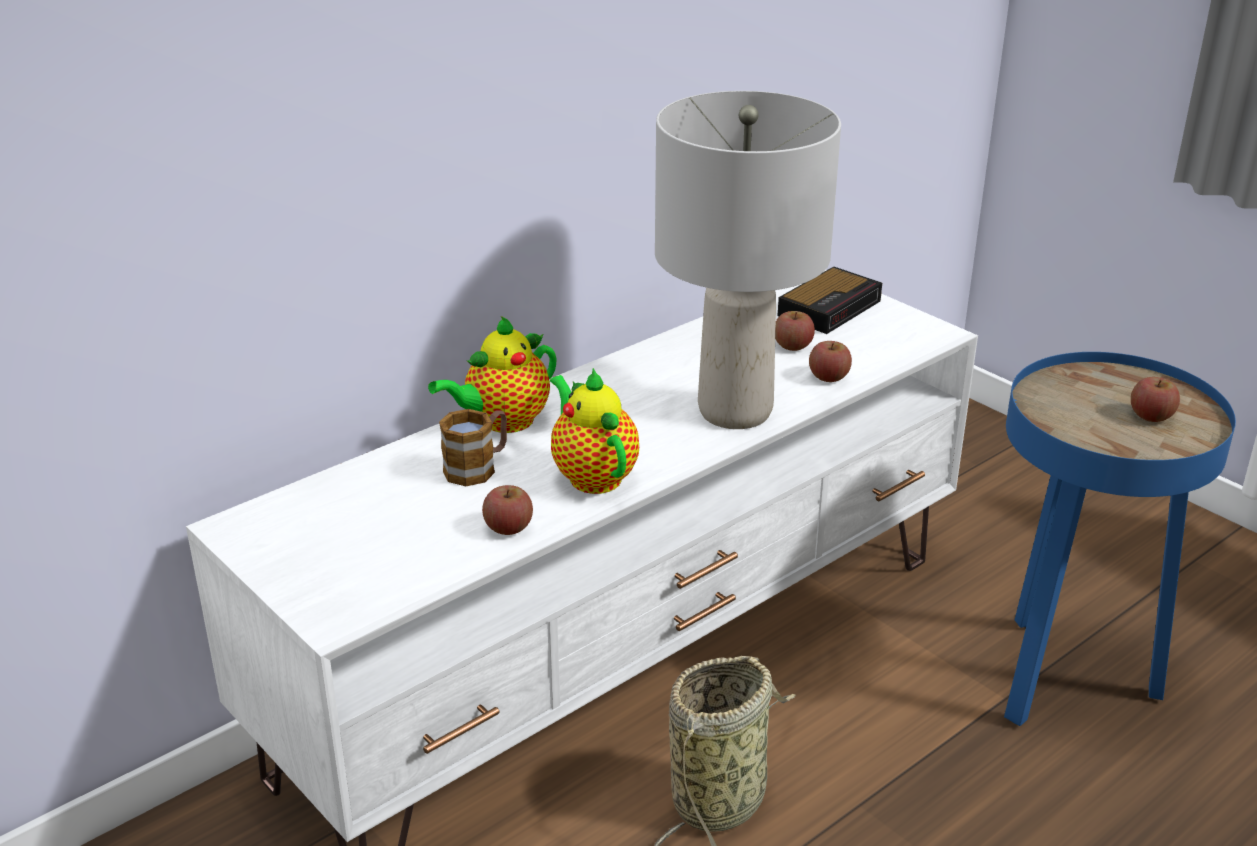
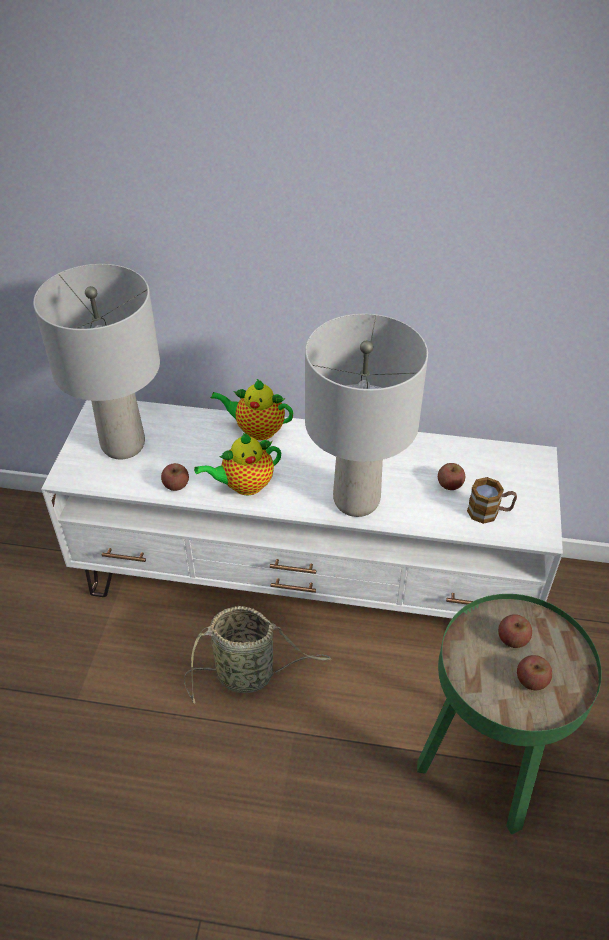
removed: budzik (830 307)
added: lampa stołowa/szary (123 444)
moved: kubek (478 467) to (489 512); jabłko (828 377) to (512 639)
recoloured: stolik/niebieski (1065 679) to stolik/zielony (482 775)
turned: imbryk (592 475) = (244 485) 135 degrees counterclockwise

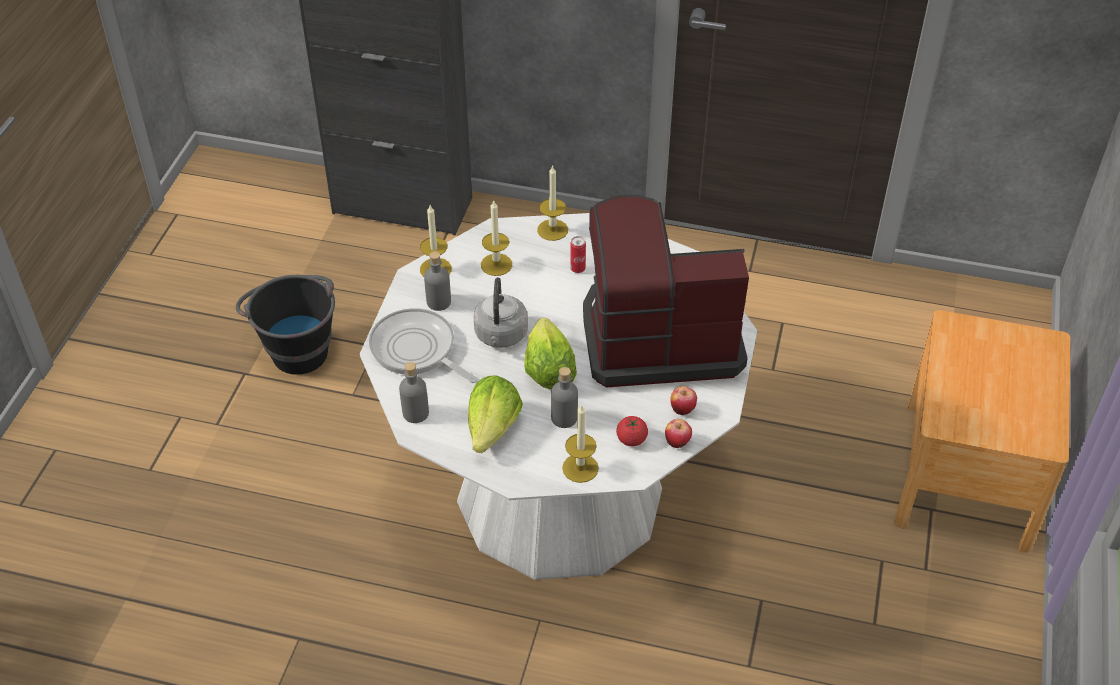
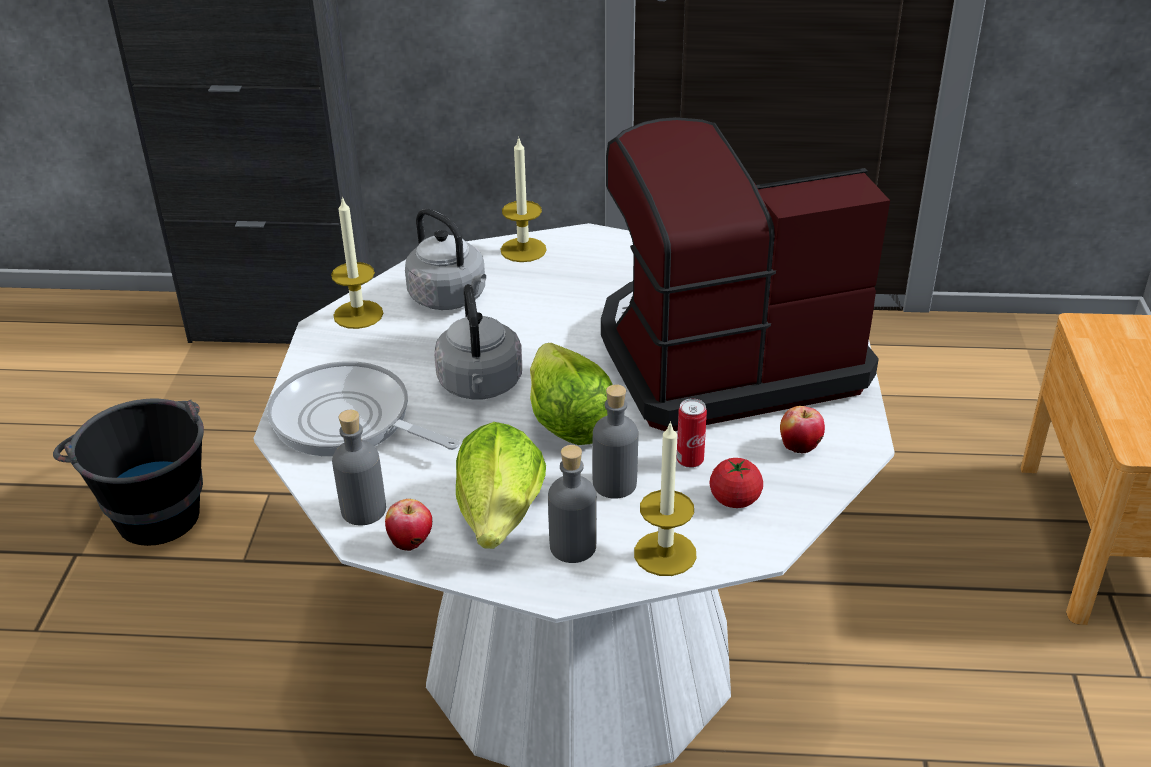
moved: butelka/szary (438 302) to (573 547); puszka (577 269) to (690 461); jabłko (677 442) to (411 543)
replaced: świeca (496 264) to czajnik/szary (450 299)

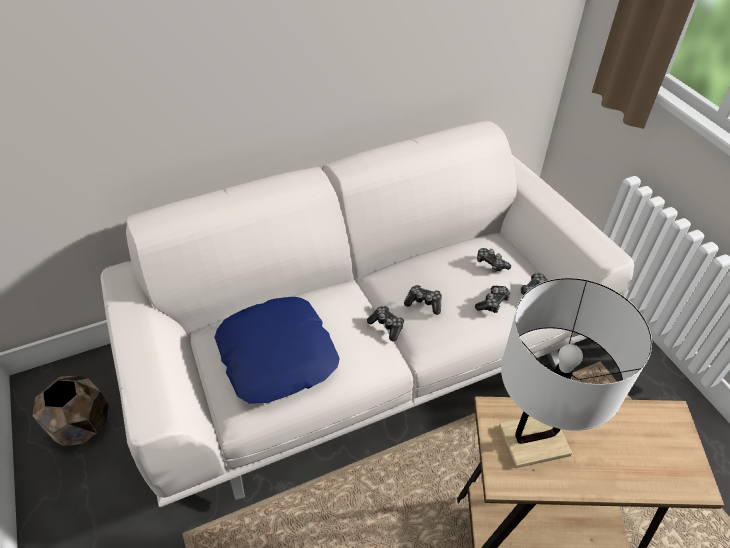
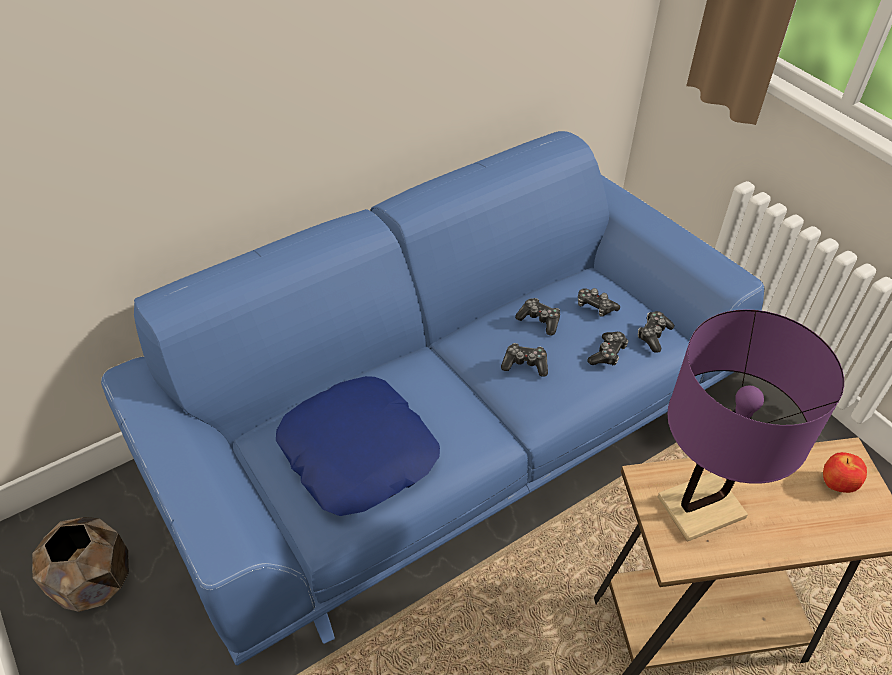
added: jabłko (836 485)
moved: pad do gier (387 326) to (539 320)
recoloured: kanapa/biały (366 350) to kanapa/niebieski (447 434); lampa stołowa/biały (533 441) to lampa stołowa/fioletowy (701 507)

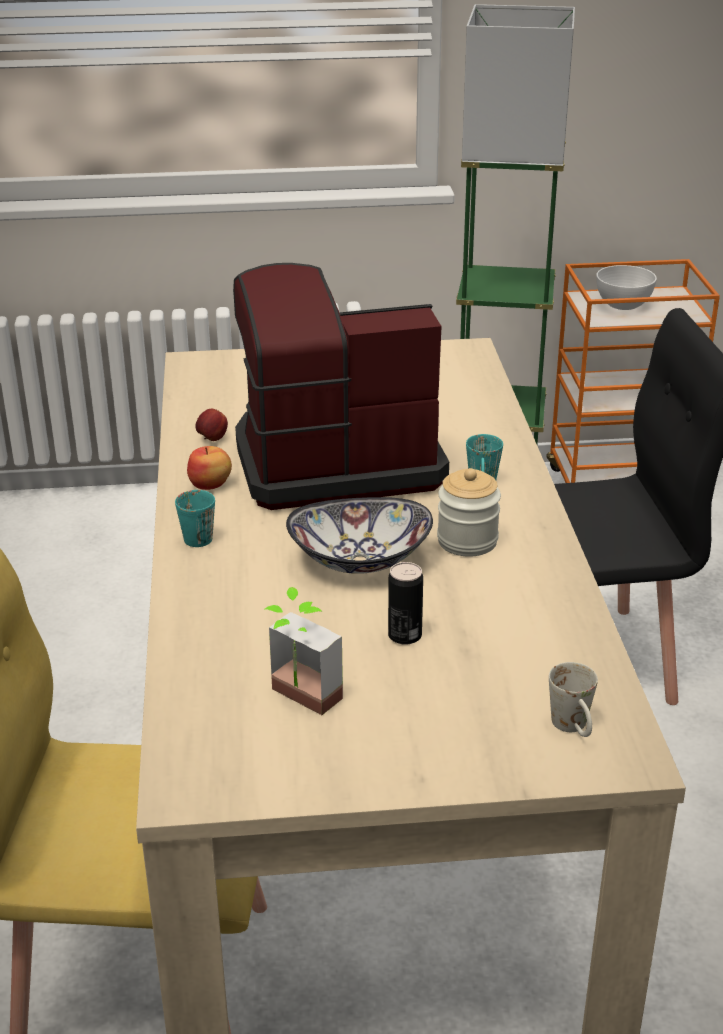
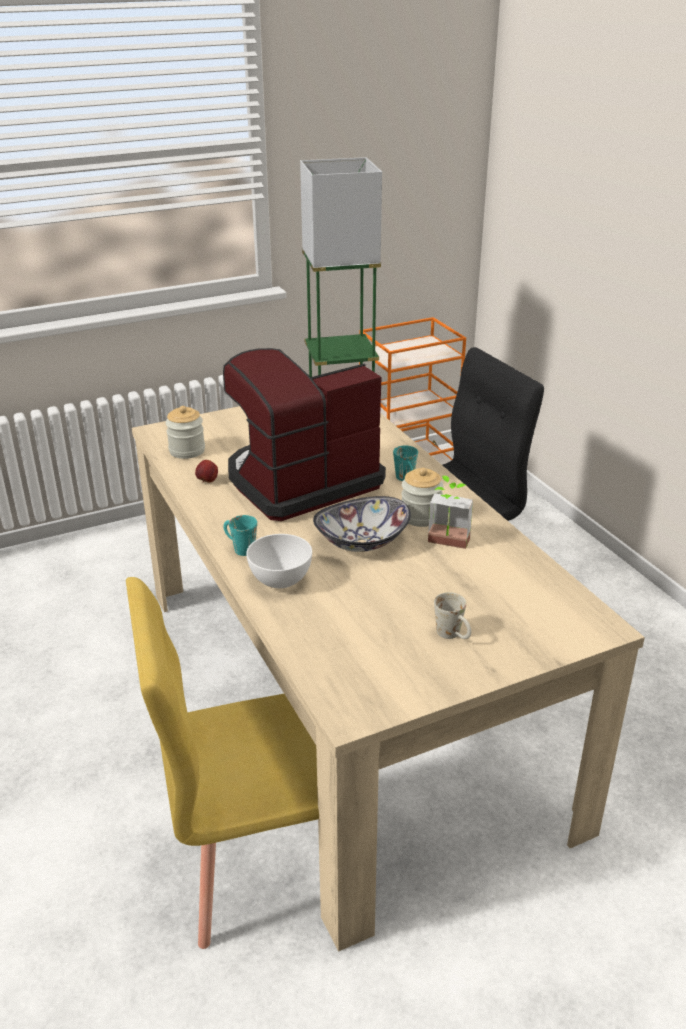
removed: jabłko (210 485); puszka (405 635)
added: słoik (187 450)
moved: roślina doniczkowa (298 701) to (447 544); kubek/biały (574 729) to (453 635); miska/biały (623 306) to (280 580)

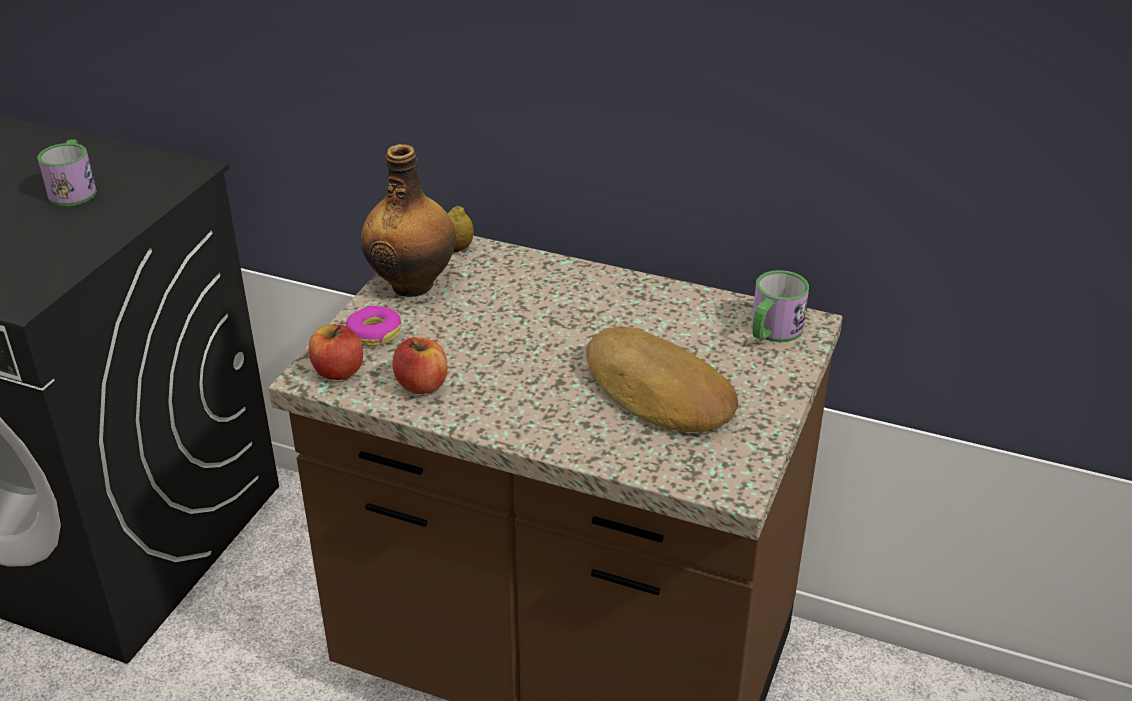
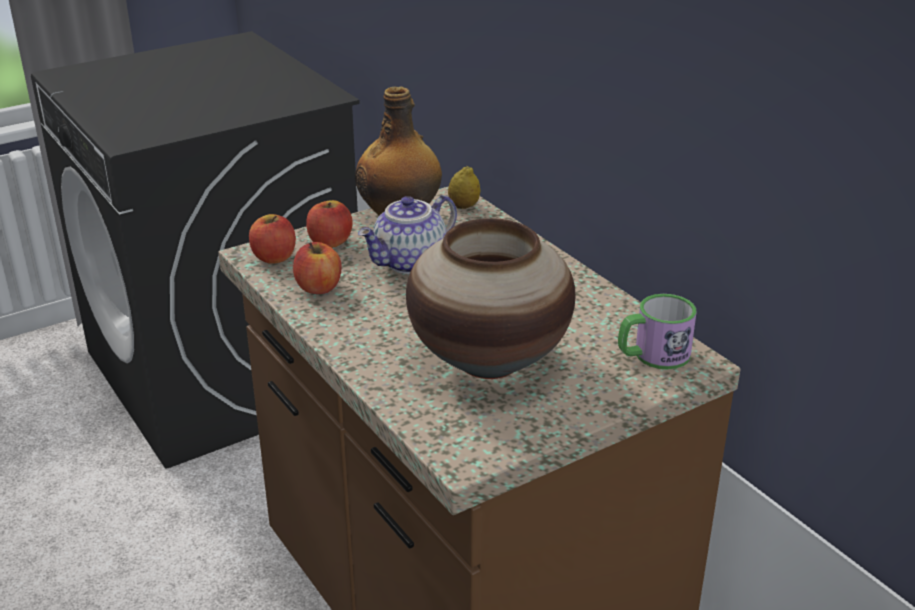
removed: kubek (74 189)
added: imbryk (410 263)
replaced: donut (374 333) to jabłko (330 242); chleb (656 393) to wazon (488 362)

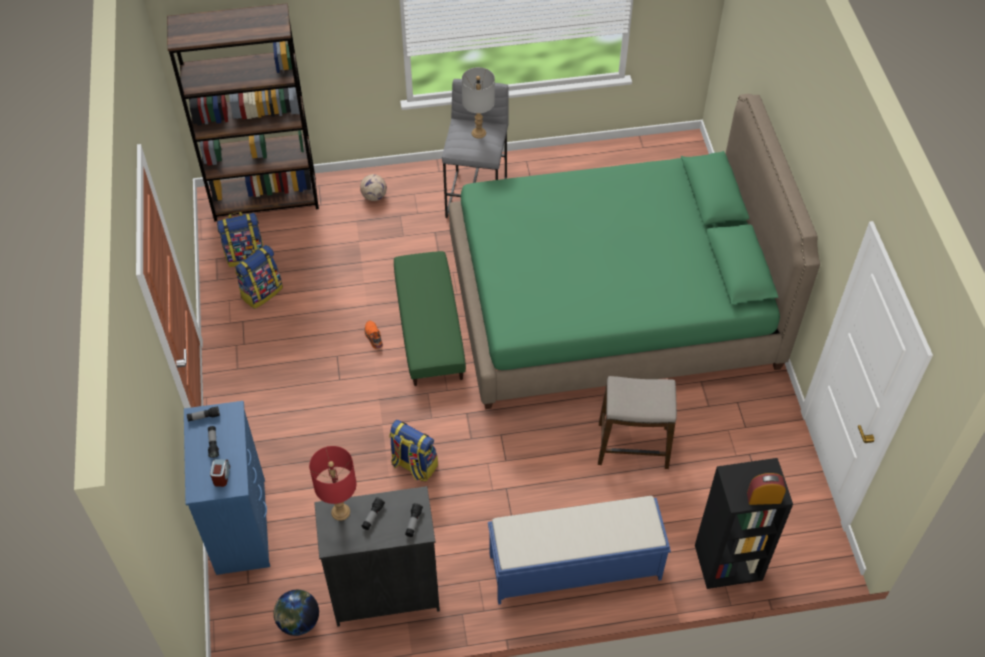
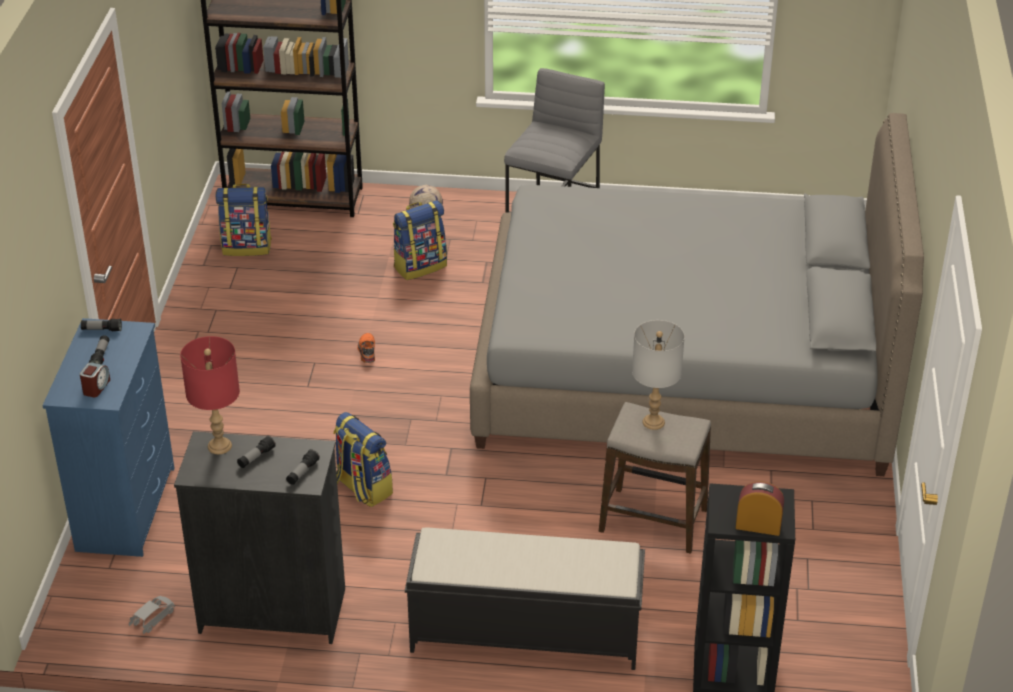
removed: pufa/zielony (430 327)
moved: plecak (261 292) to (420 266); lampa stołowa/szary (478 133) to (653 422)
replaced: globus (299 621) to samochodzik/szary (153 619)
recoloured: łóżko/zielony (611 303) to łóżko/szary (683 369); ławka/niebieski (573 567) to ławka/czarny (523 632)

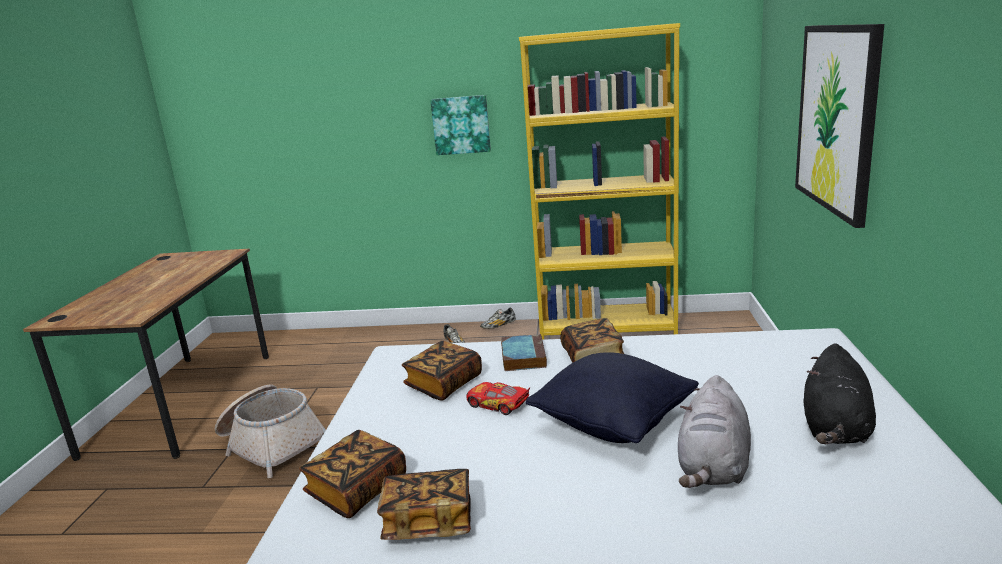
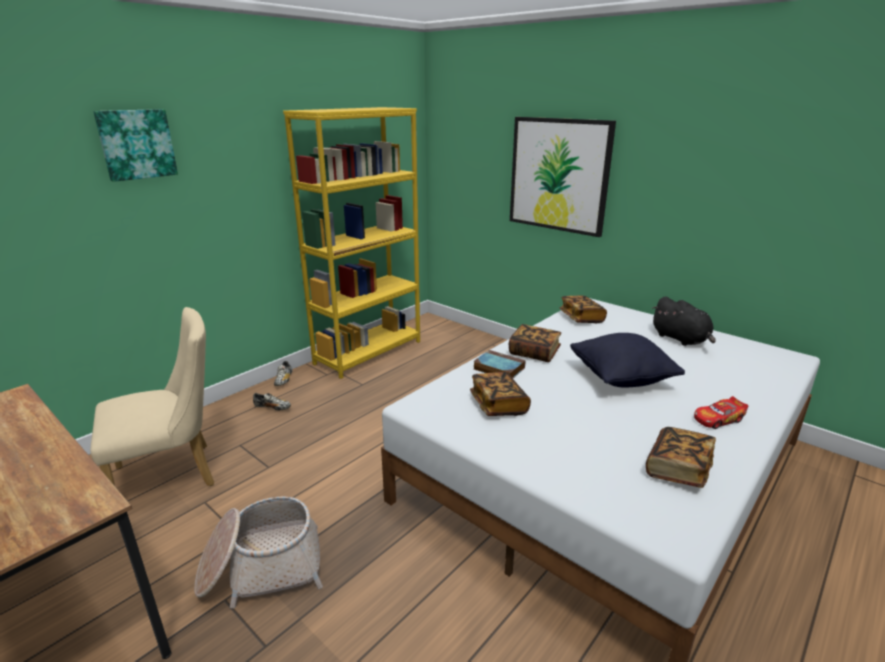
removed: pluszak/szary (713 467)
added: krzesło/beżowy (174 475)
moved: książka (357 490) to (581 318); obraz (461 125) to (136 144); samochodzik (497 404) to (718 419)

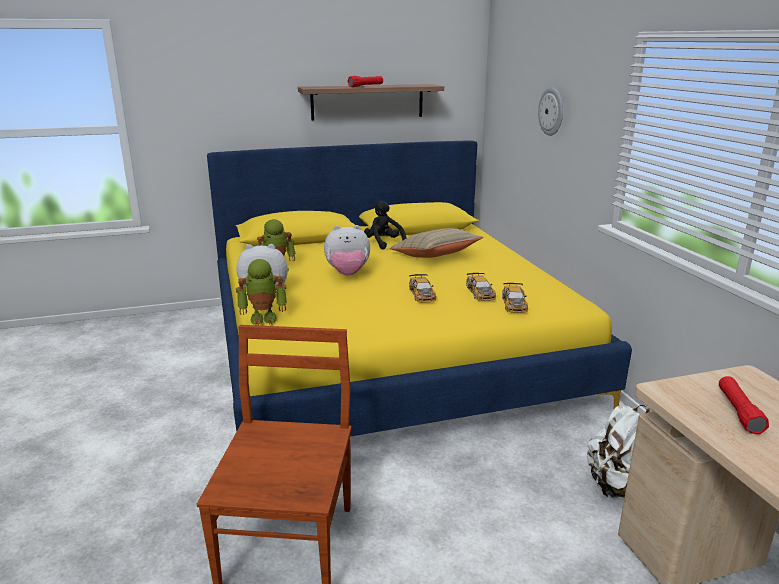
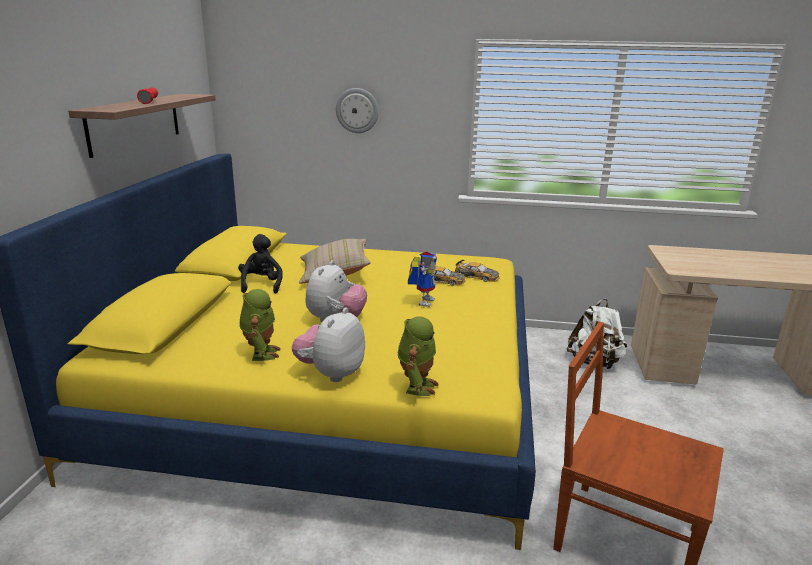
removed: latarka/czerwony (738 412)
replaced: samochodzik (422 294) to robot zabawkowy (423 301)
turned: pluszak/czarny (384 243) = (261 285) 90 degrees clockwise

